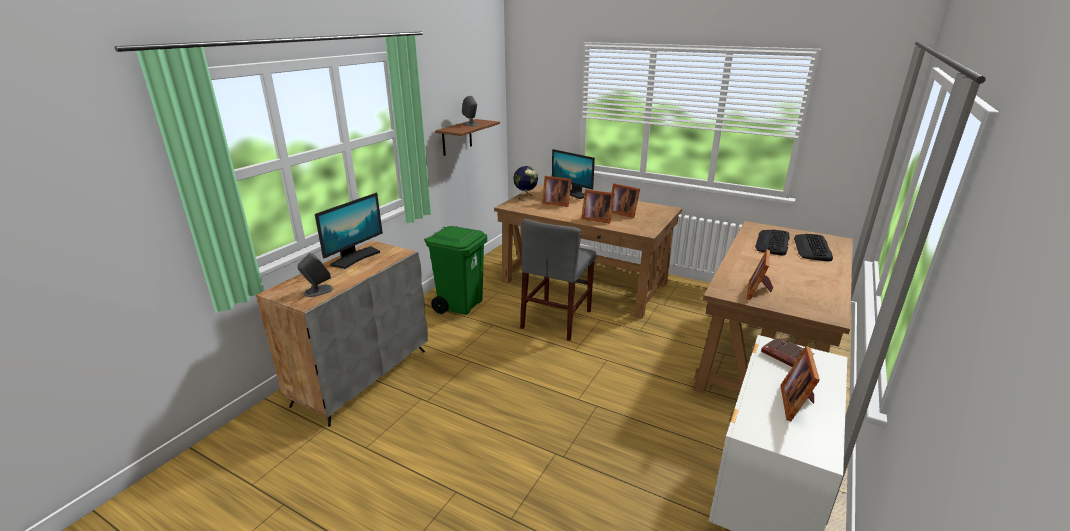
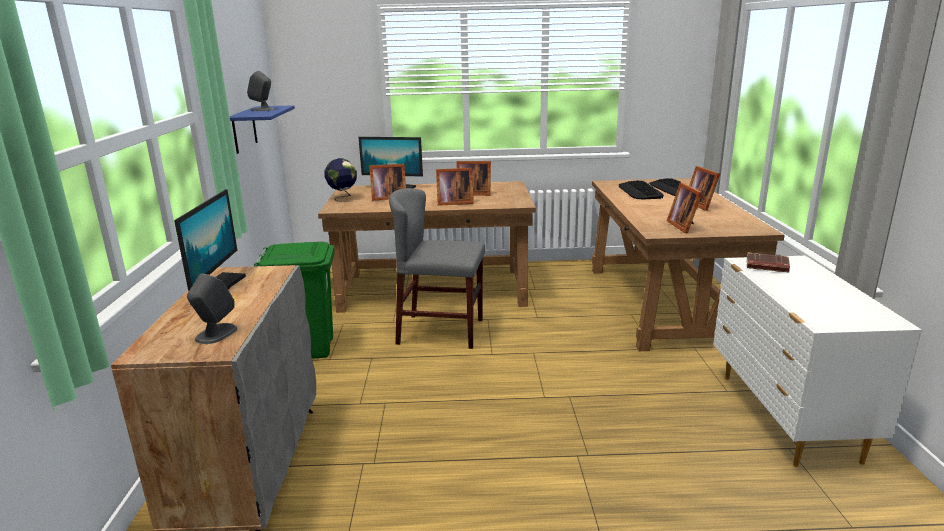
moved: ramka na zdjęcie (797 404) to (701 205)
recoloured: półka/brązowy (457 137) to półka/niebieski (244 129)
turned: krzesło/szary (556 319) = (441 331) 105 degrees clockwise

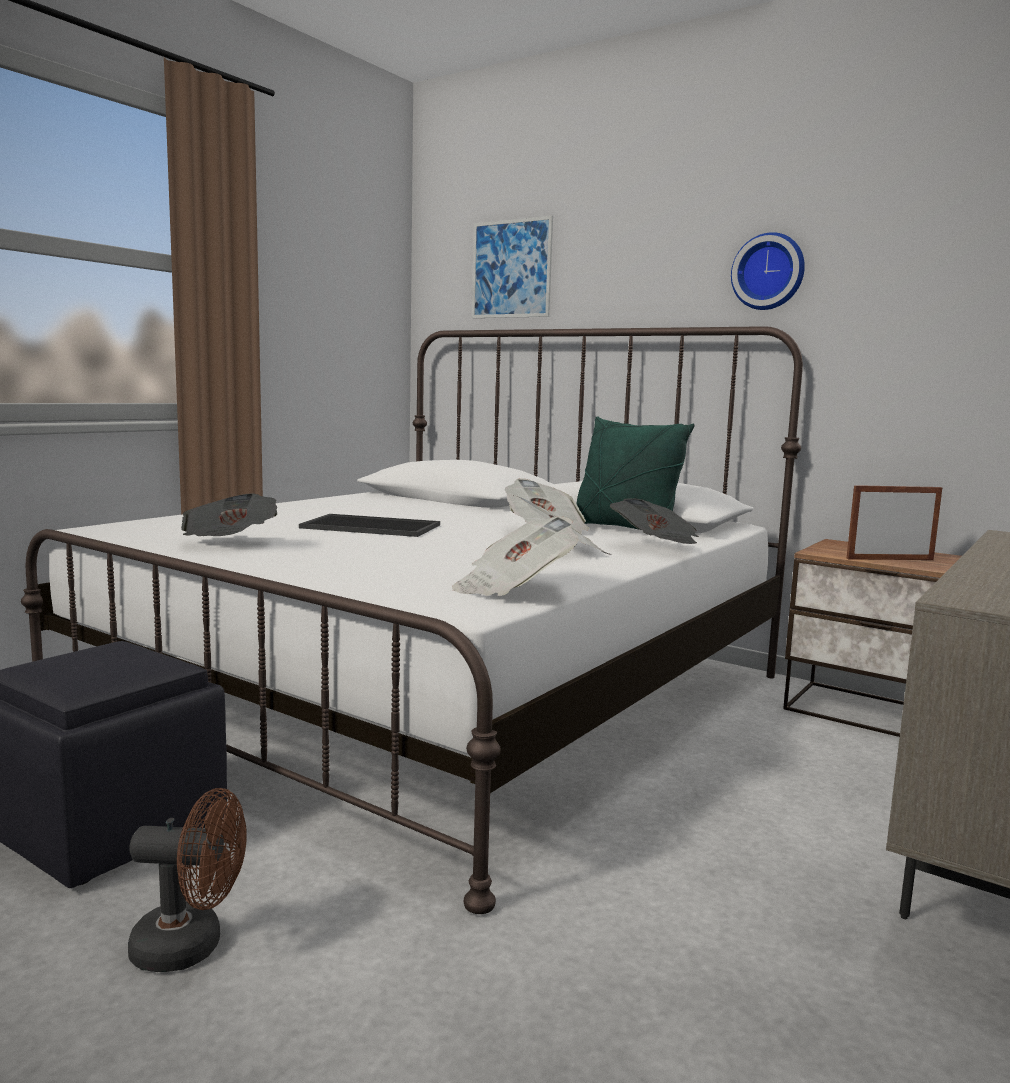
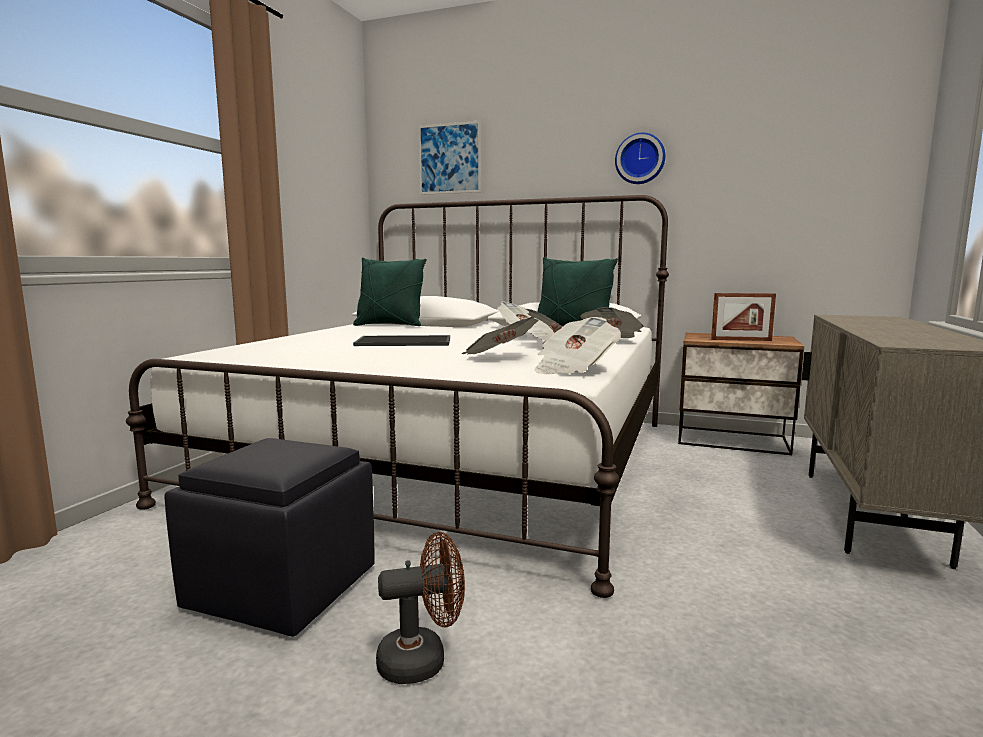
added: poduszka/zielony (389 325)
moved: gazeta (230 543) to (499 358)
turned: ramka na zdjęcie (890 559) = (741 340) 150 degrees counterclockwise

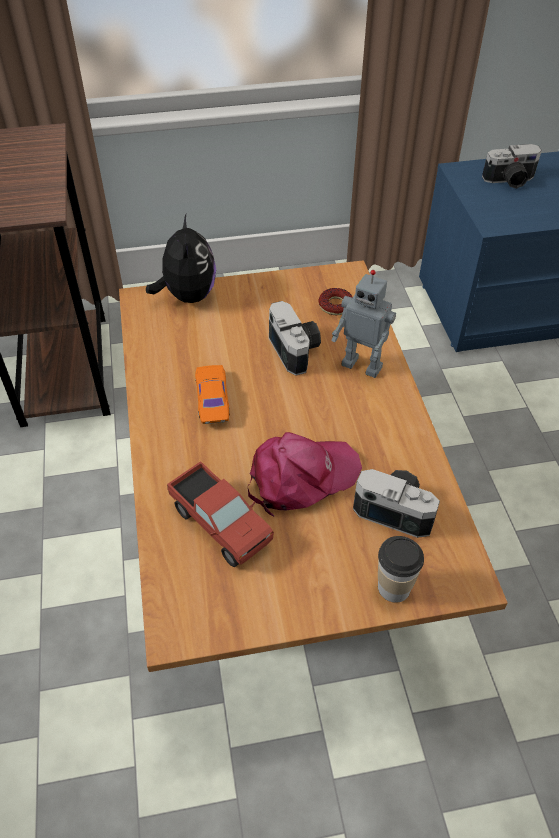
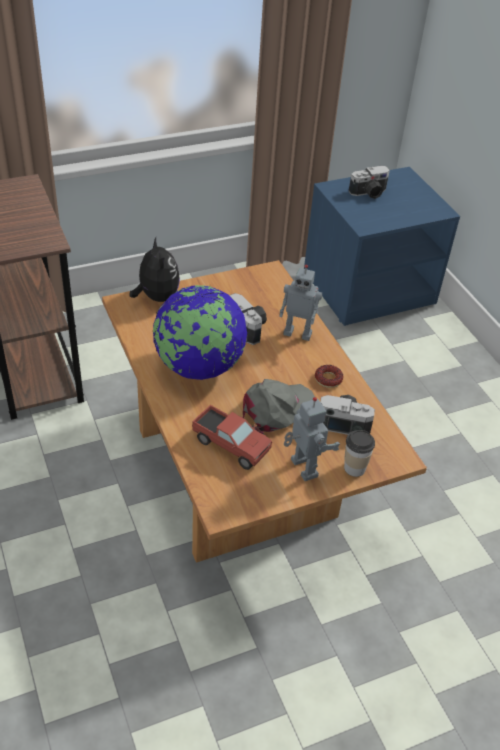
added: robot zabawkowy (302 468)
moved: donut (335 305) to (328 379)
replaced: samochodzik/pomarańczowy (212 399) to globus (199 367)
recoloured: czapka z daszkiem/różowy (301 477) to czapka z daszkiem/szary (276 410)

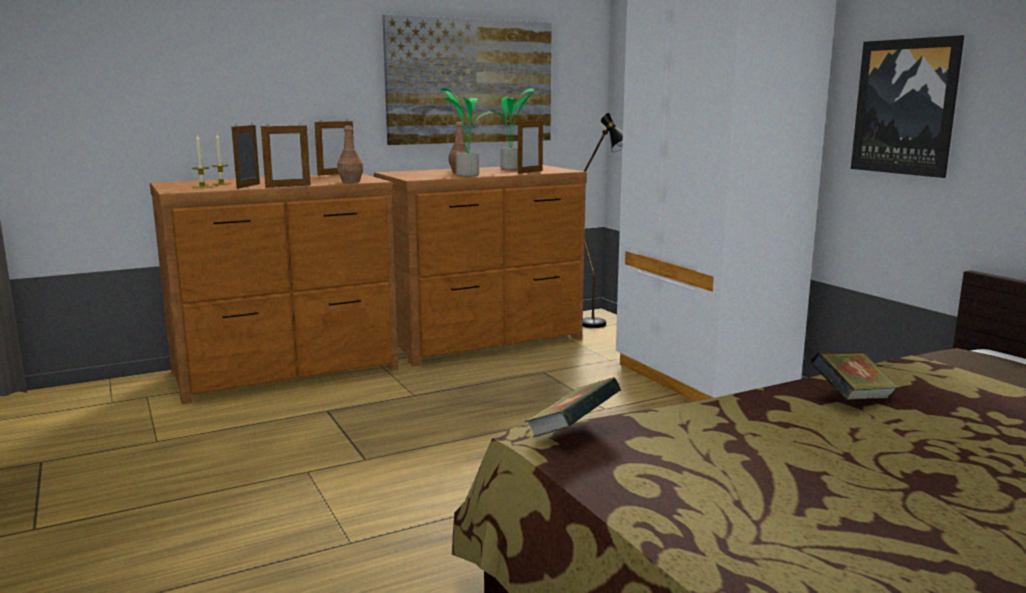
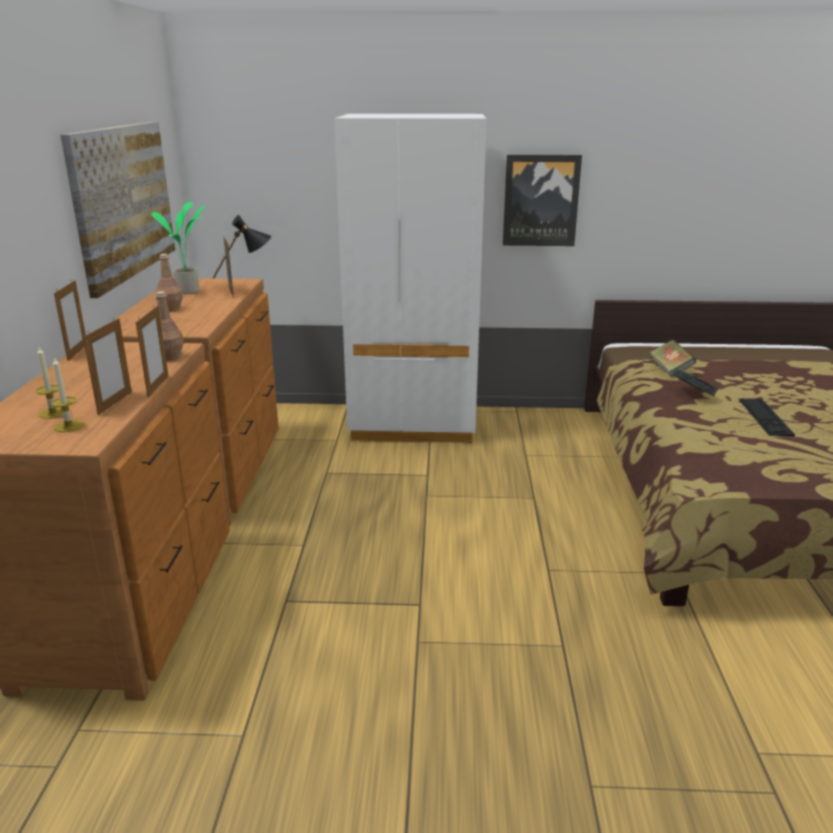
removed: roślina doniczkowa (466 175)
added: klawiatura (764 416)
moved: książka (572 432) to (670 370)
turned: ramka na zdjęcie (248 186) = (115 403) 120 degrees counterclockwise

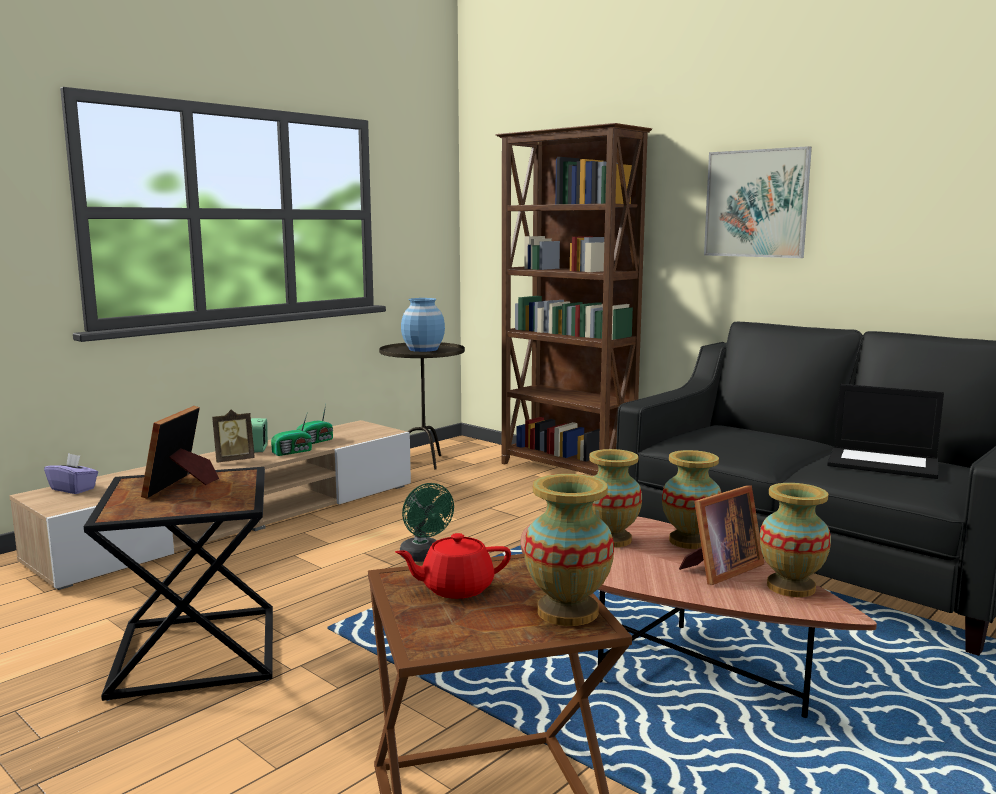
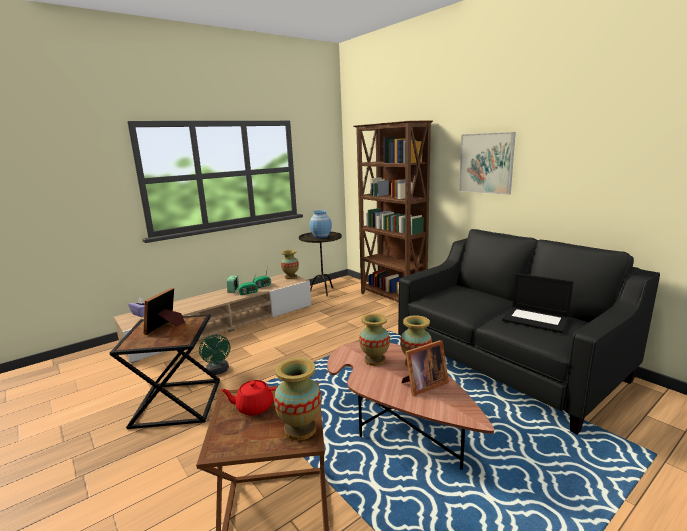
removed: ramka na zdjęcie (234 460)
moved: wentylator/zielony (424 557) to (218 371); wazon (791 587) to (291 277)

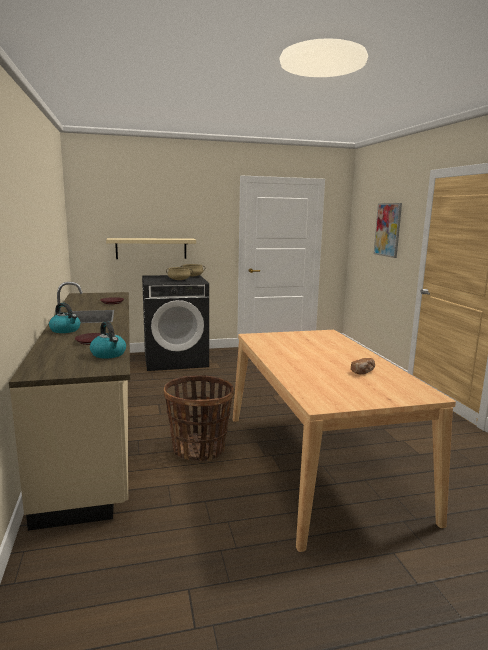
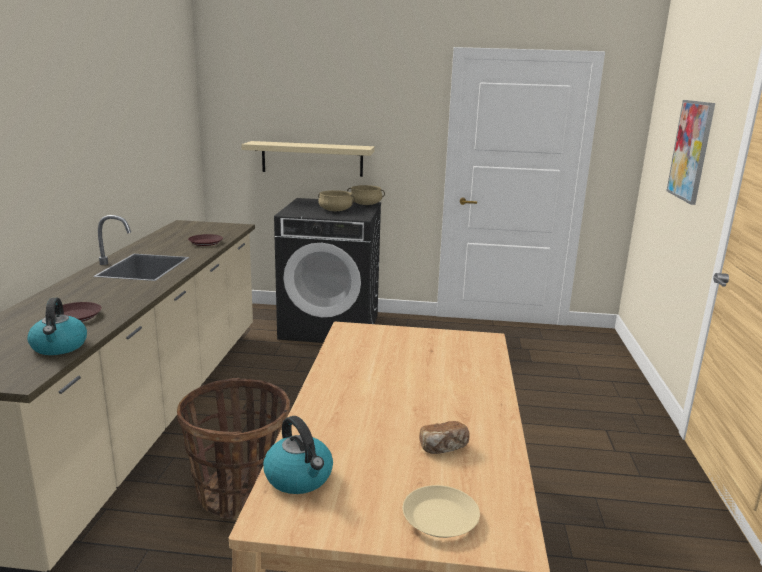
added: talerz/beżowy (439 518)
moved: czajnik (65 330) to (299 478)

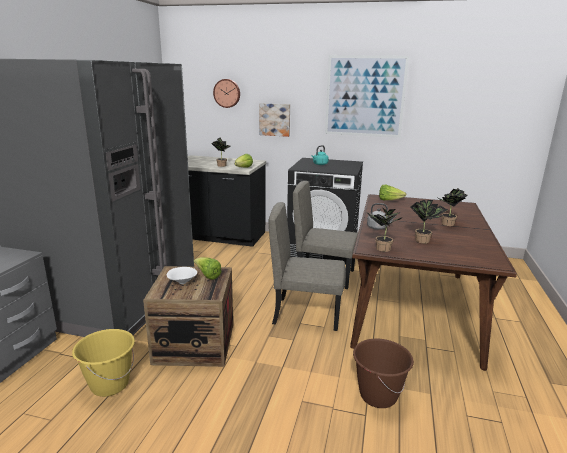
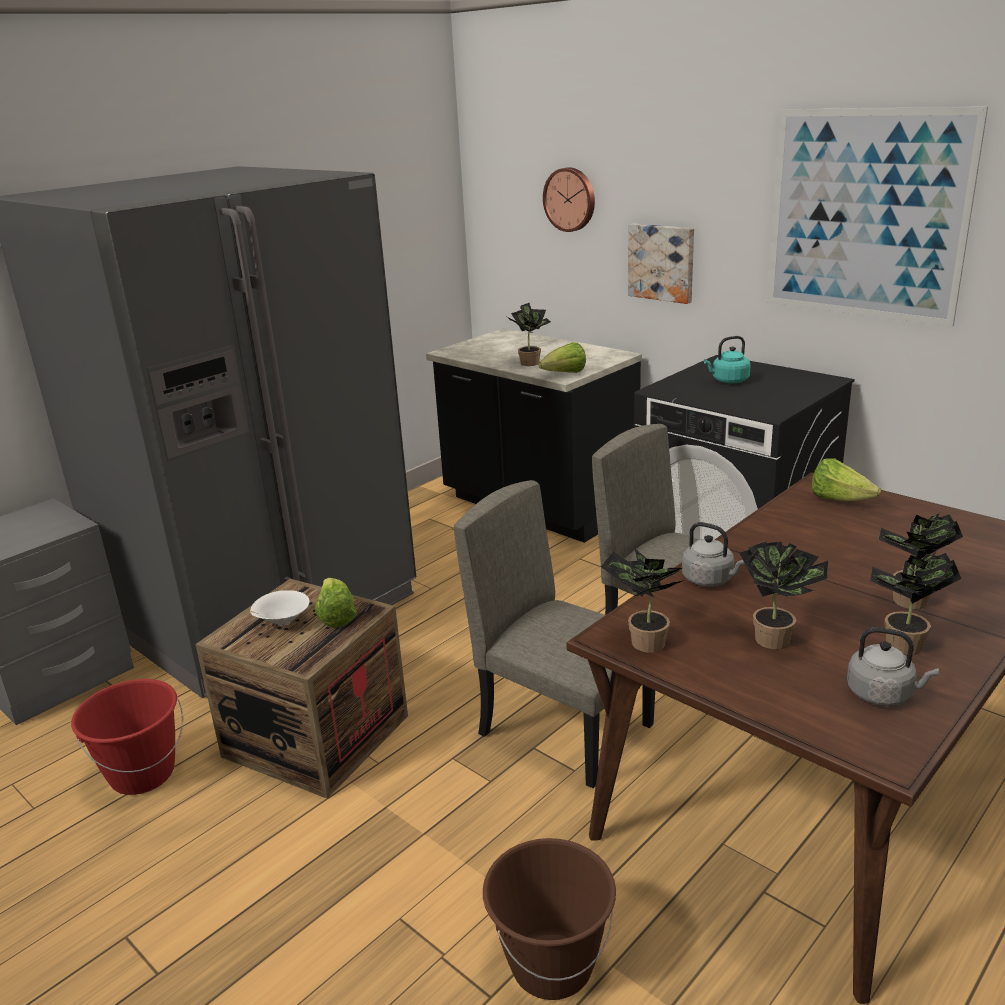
added: czajnik/szary (883 694); roślina doniczkowa (902 647)
recoloured: wiadro/żółty (109 384) to wiadro/czerwony (142 774)

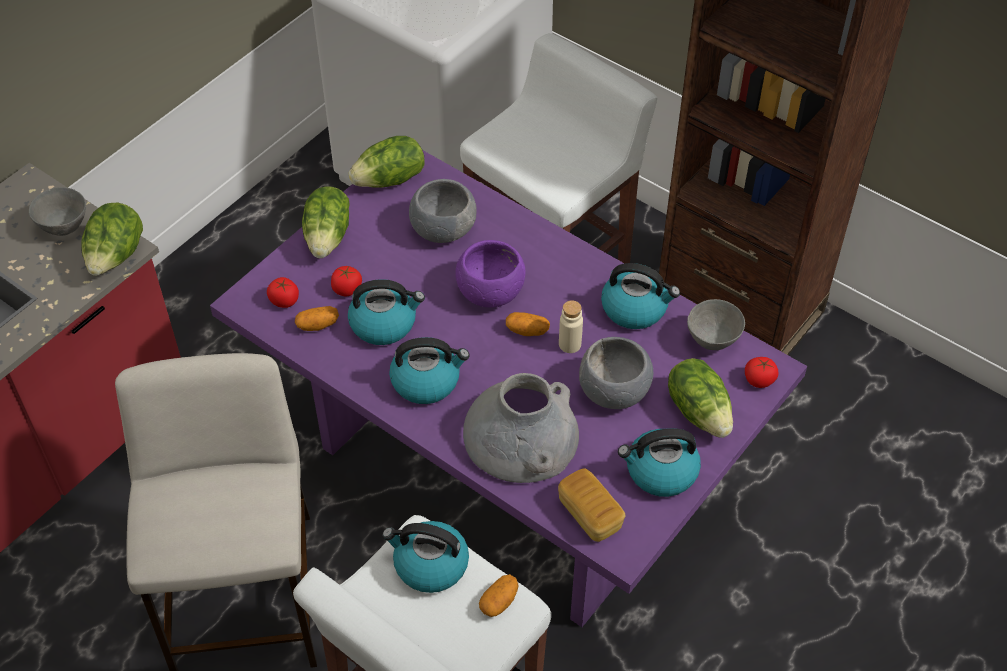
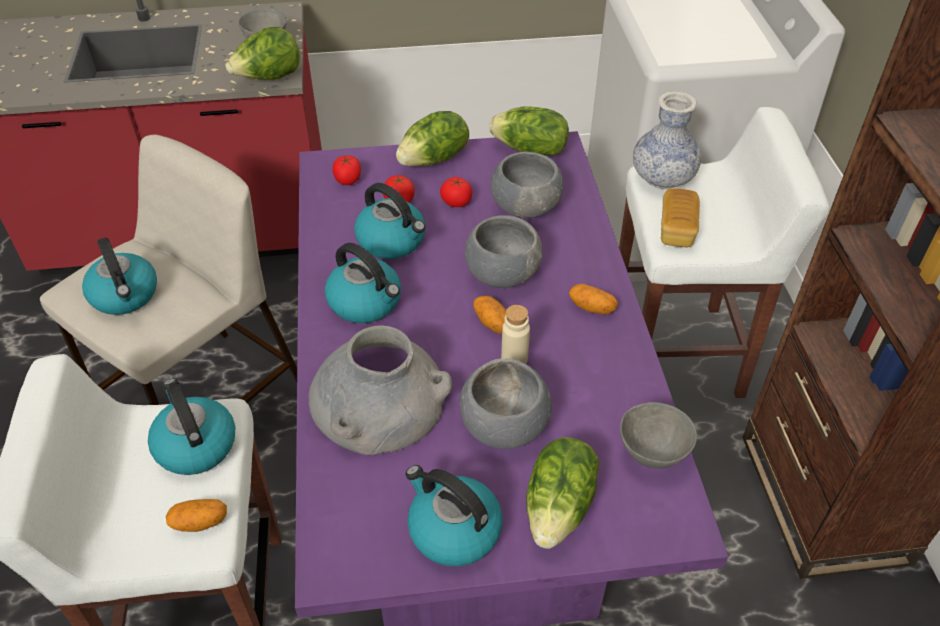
added: wazon (662 178)
moved: ziemniak (318 325) to (592 307); chleb (590 514) to (676 229); czajnik (635 308) to (125 295); pomidor (759 380) to (456 202)
recoloured: miska/fioletowy (490 291) to miska/szary (502 273)

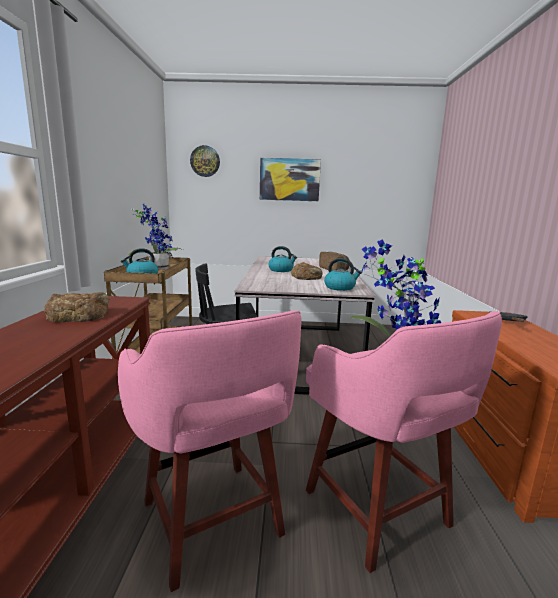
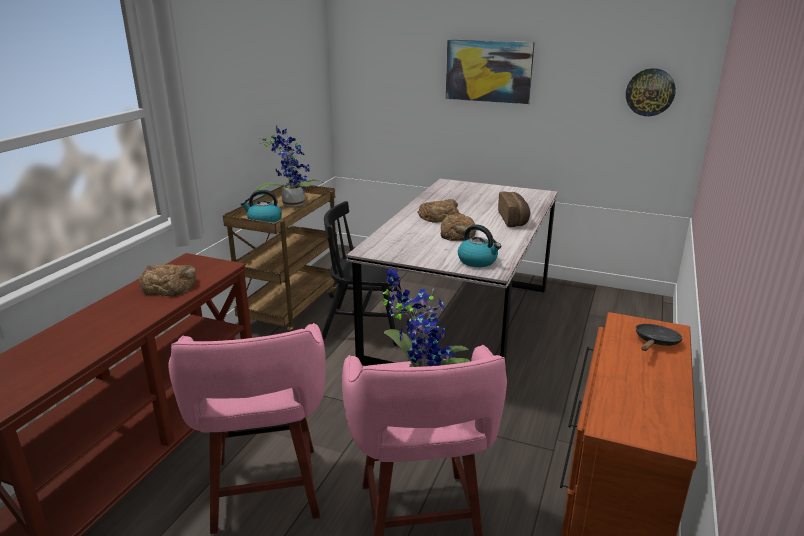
moved: zegar ścienny (205 161) to (650 92)
replaced: czajnik (281 270) to chleb (439 216)

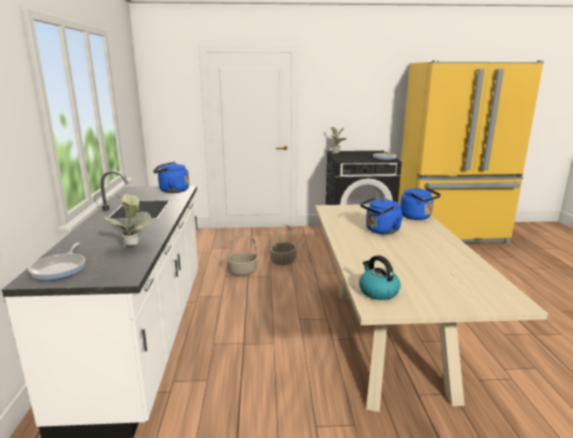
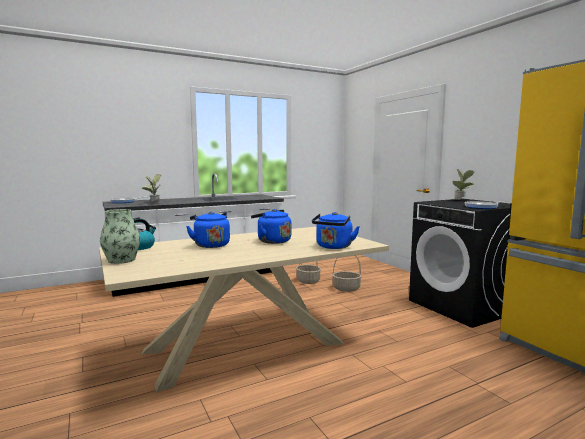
added: wazon (121 260)
moved: czajnik/niebieski (172 191) to (210 245)

